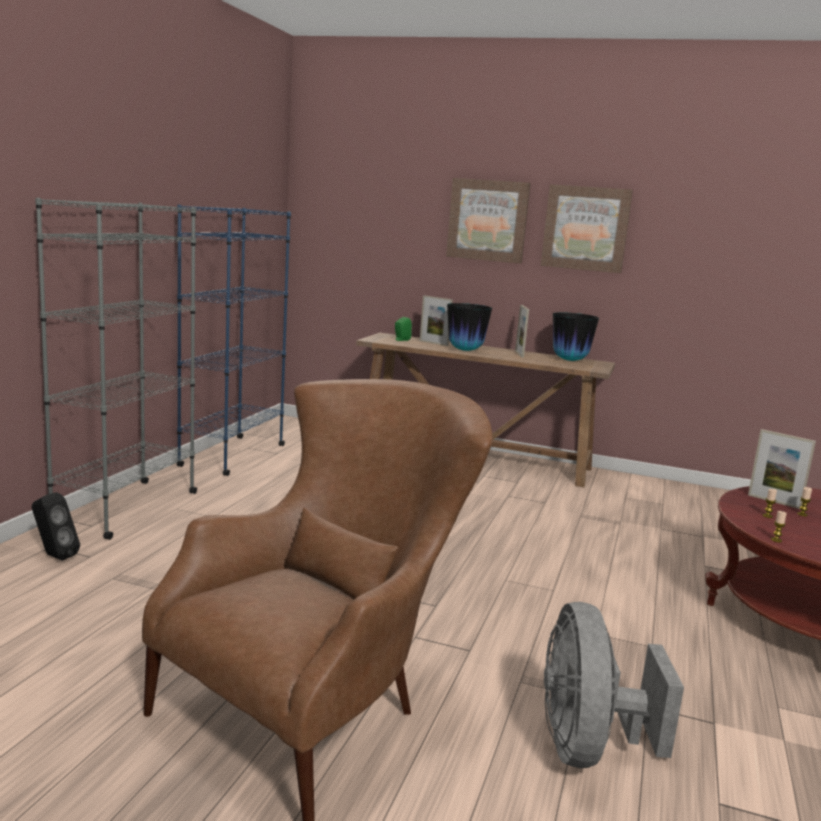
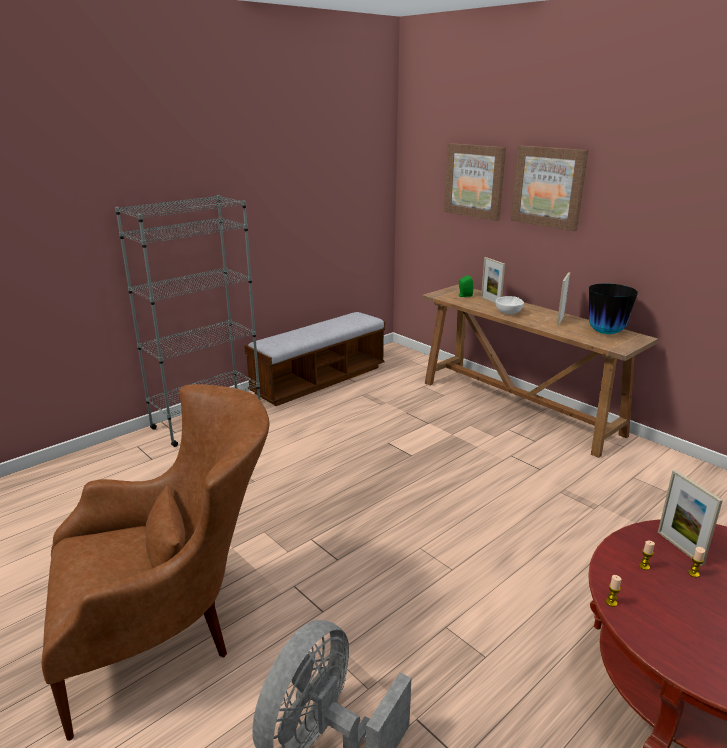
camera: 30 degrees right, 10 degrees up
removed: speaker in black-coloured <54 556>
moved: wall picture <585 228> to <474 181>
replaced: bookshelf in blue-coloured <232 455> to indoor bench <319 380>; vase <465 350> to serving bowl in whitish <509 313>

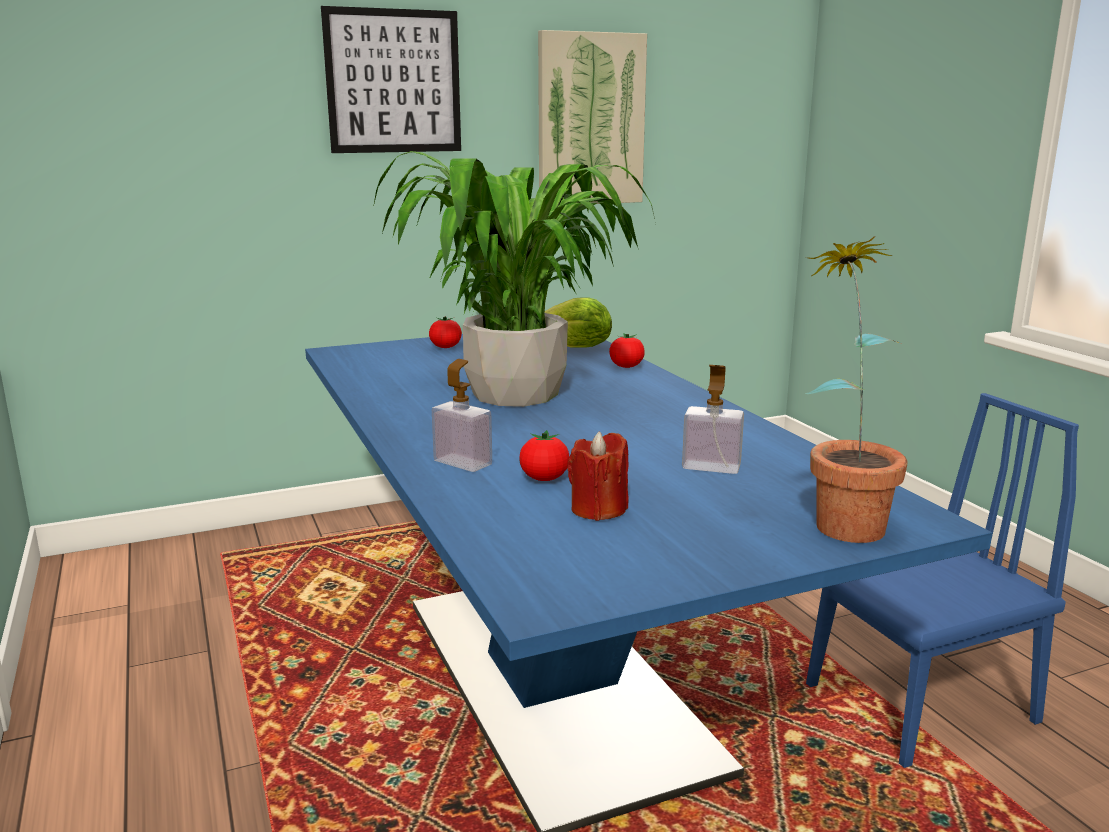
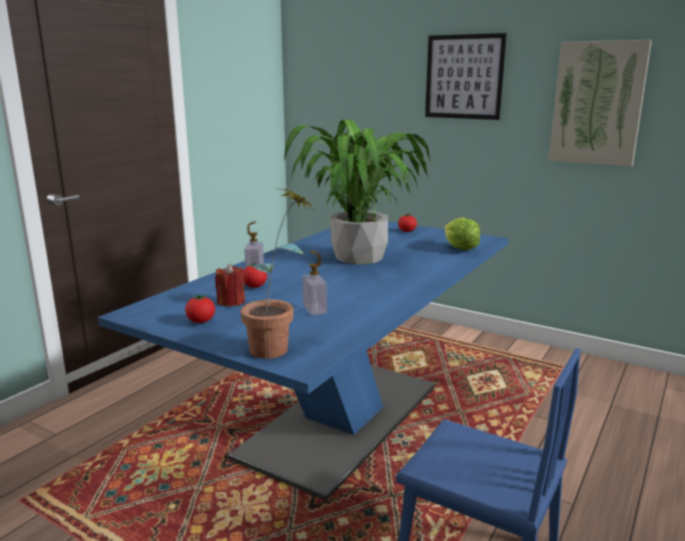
camera: 55 degrees right, 0 degrees up
moved: whole tomato <626 367> to <201 321>

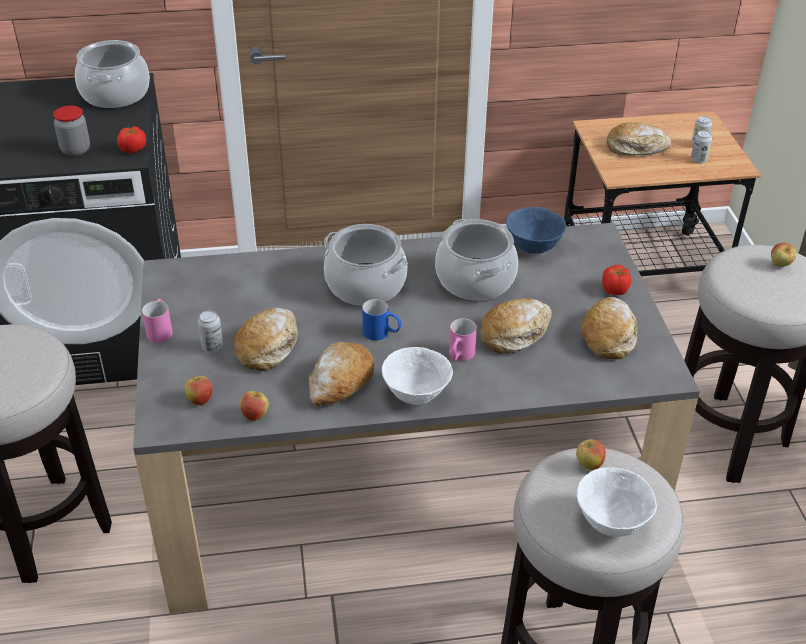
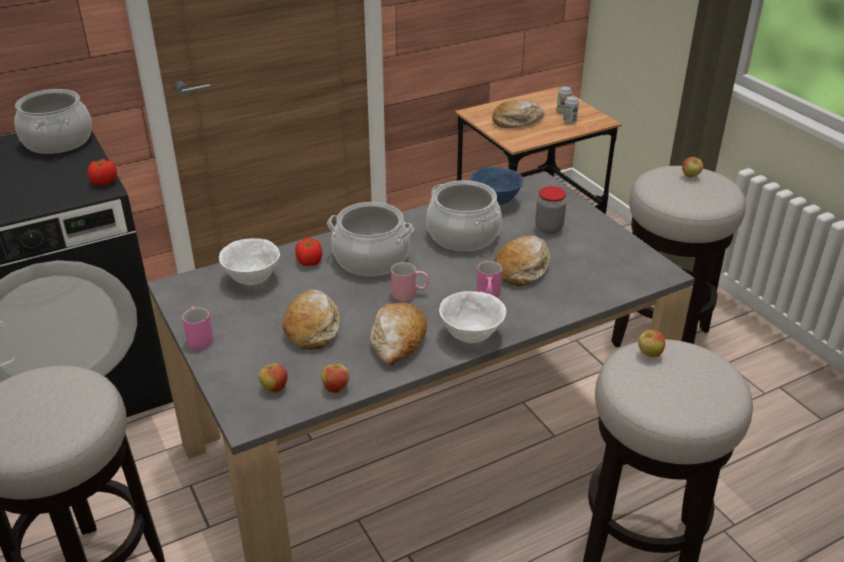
camera: 20 degrees left, 5 degrees down
removed: sealed can <212 346>; bread <608 335>
moved: serving bowl in whitish <611 522> to <252 279>; whole tomato <614 290> to <309 262>; preserve jar <75 150> to <549 228>
recoloured: mug in blue-coloured <382 334> to mug in pink <410 294>

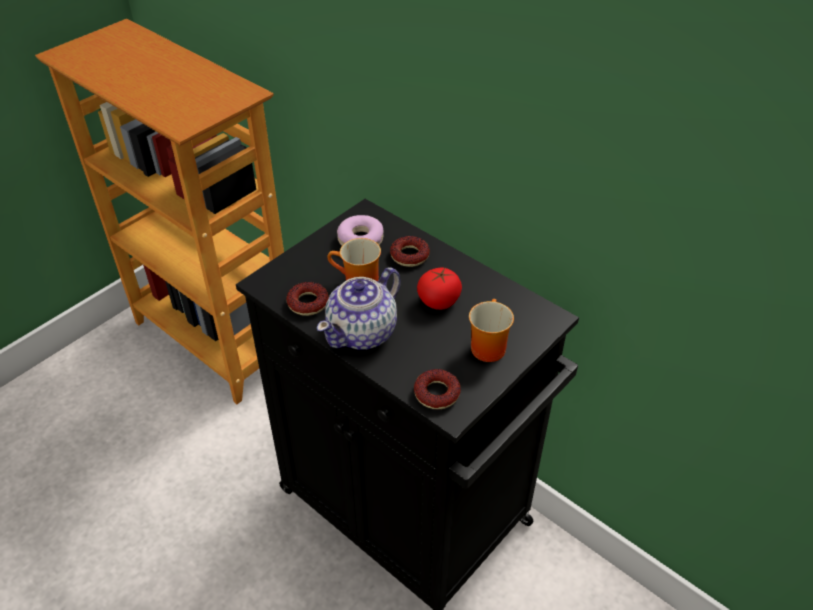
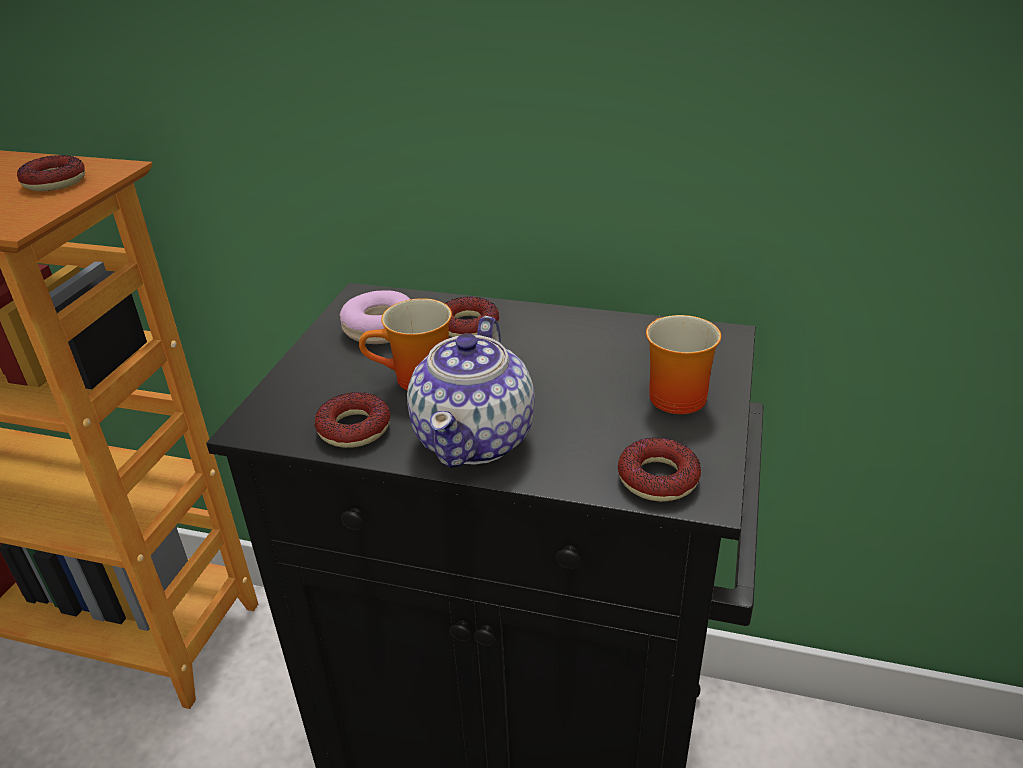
camera: 25 degrees left, 10 degrees down
removed: whole tomato <439 301>
added: donut <55 182>

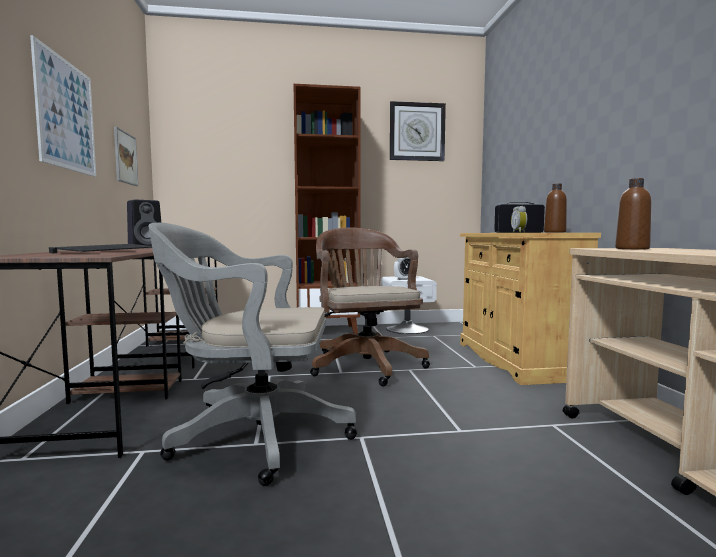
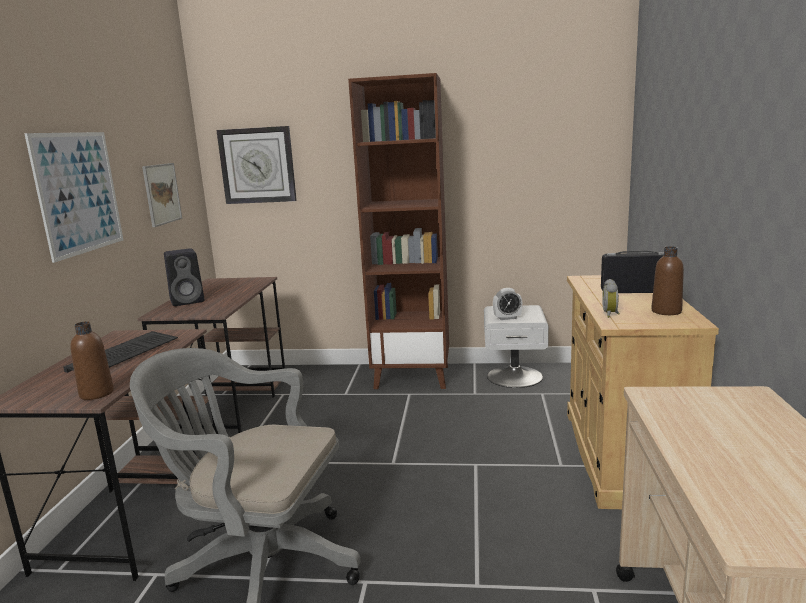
camera: 15 degrees right, 10 degrees up
removed: computer chair in brownish <365 364>
moved: bottle in brownish <632 249> to <96 393>; hanging clock <417 132> to <257 165>

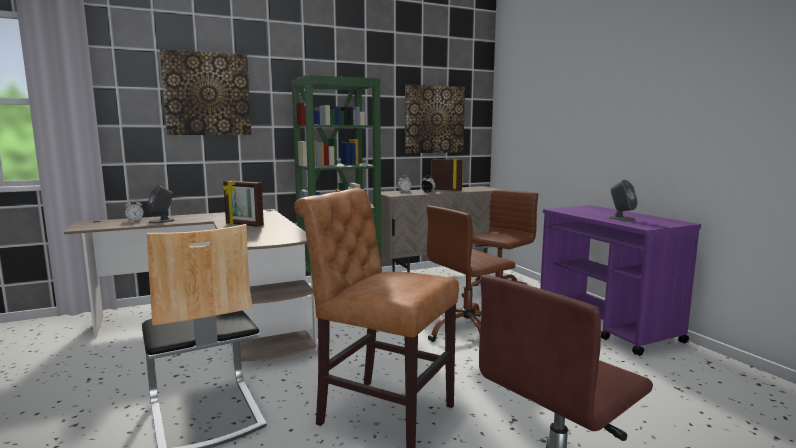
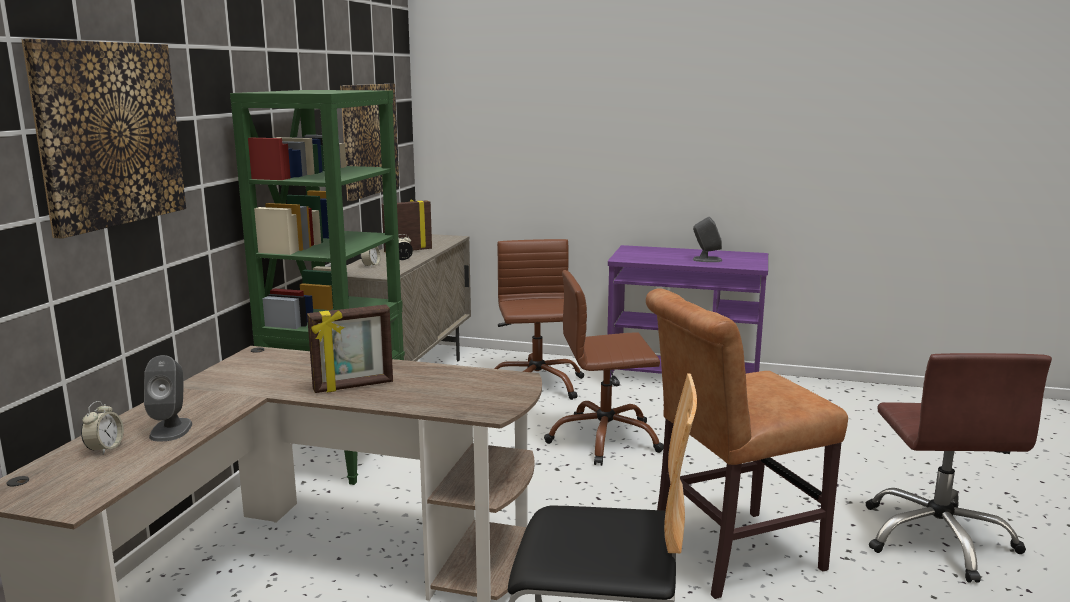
camera: 50 degrees left, 5 degrees up
turned: computer chair in brownish <467 331> = <604 439> 75 degrees clockwise

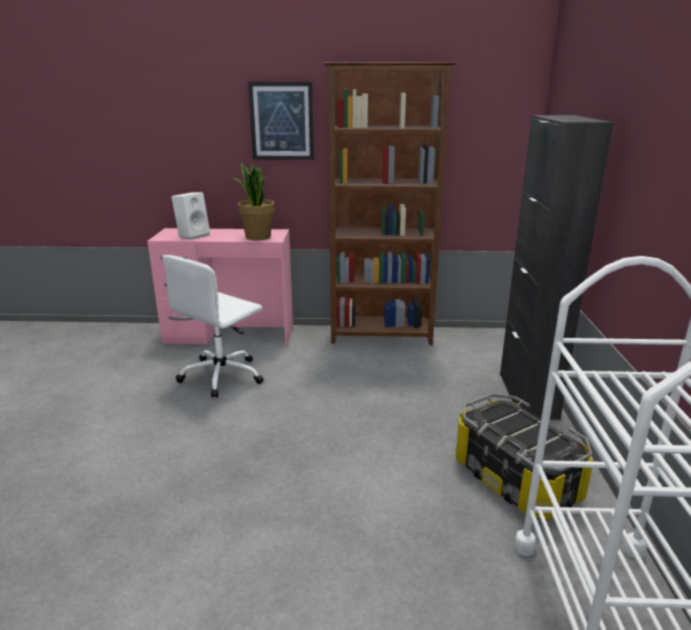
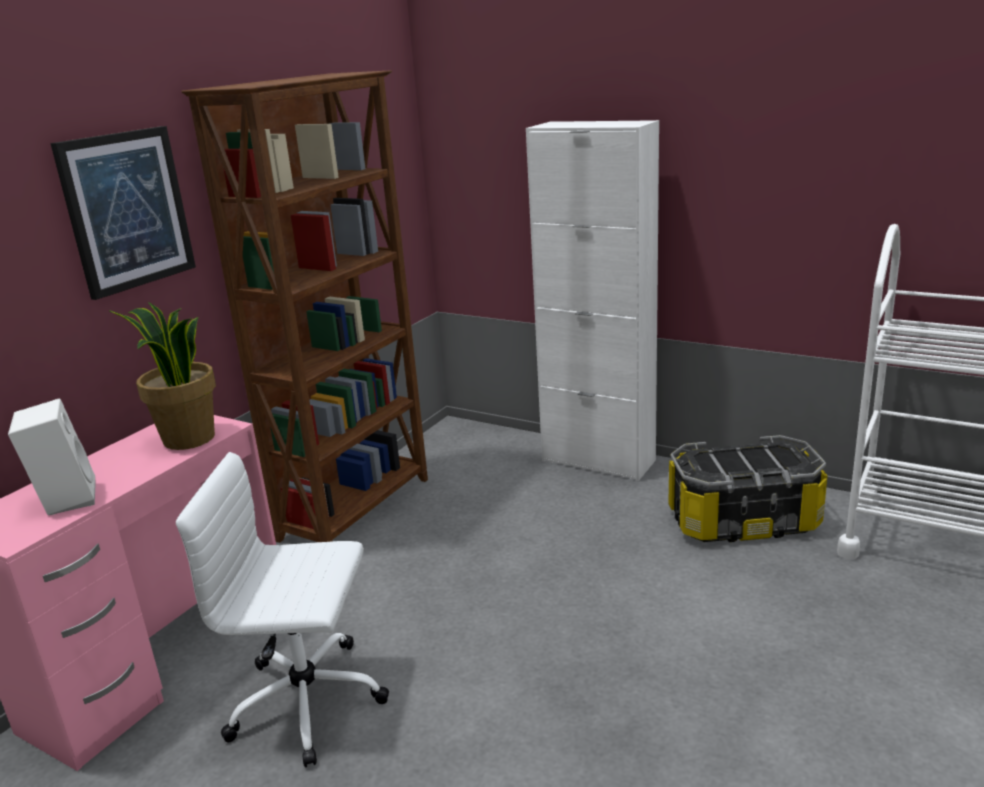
camera: 60 degrees left, 0 degrees up
recoloured: storage cabinet in black-coloured <527 395> to storage cabinet in whitish <598 460>
turned: computer chair in whitish <223 375> = <310 701> 120 degrees clockwise

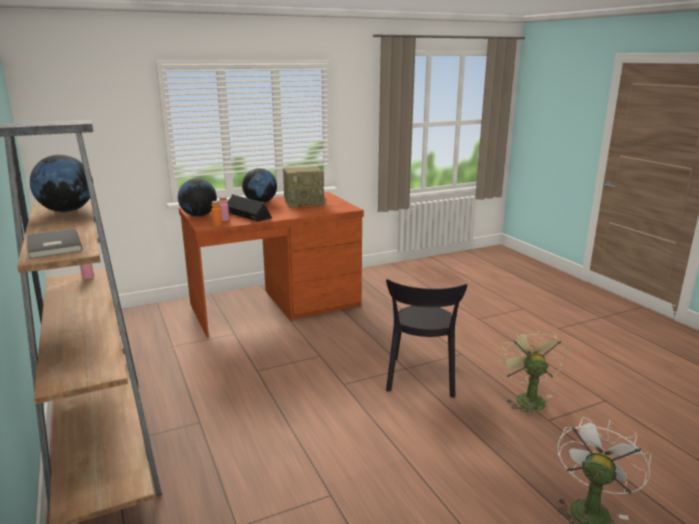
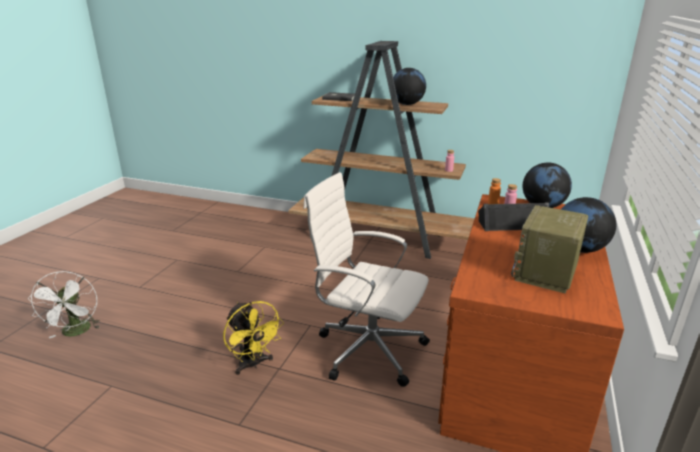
camera: 135 degrees right, 5 degrees up
removed: electric fan in green <527 398>
added: computer chair in whitish <367 348>
replaced: chair in black-coloured <421 379> to electric fan in yellow-coloured <253 364>

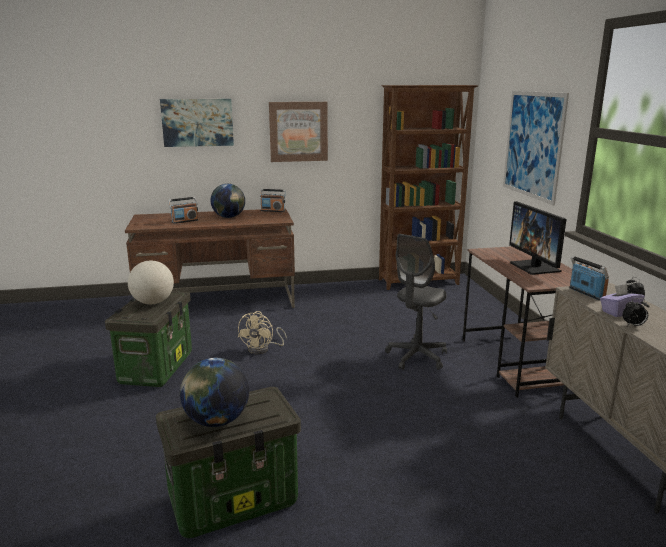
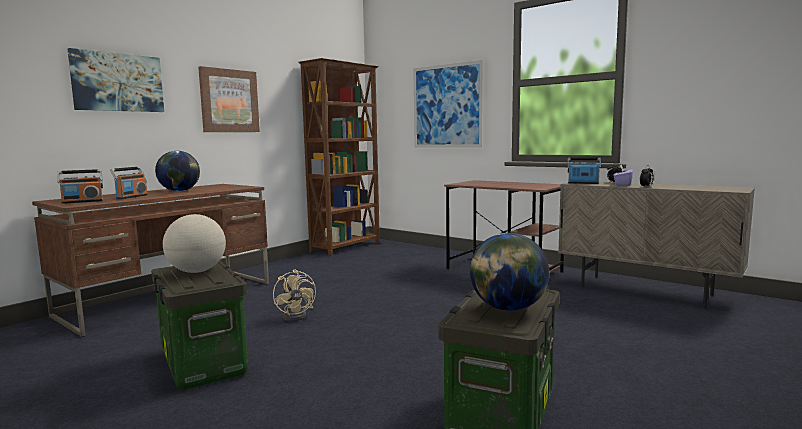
camera: 40 degrees left, 10 degrees down
removed: computer chair in greyish <417 357>; computer screen <535 267>
moved: radio set <273 211> to <82 201>

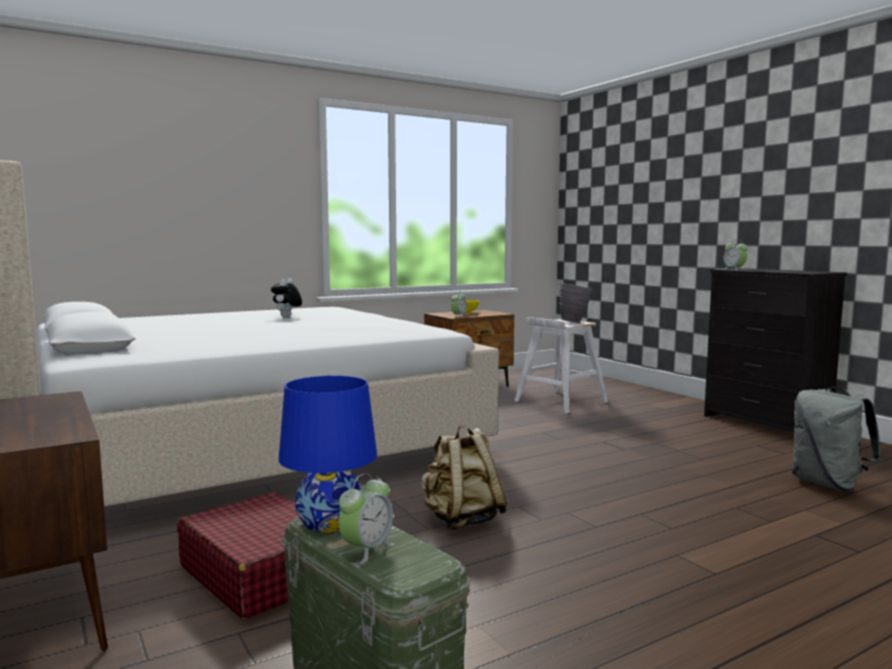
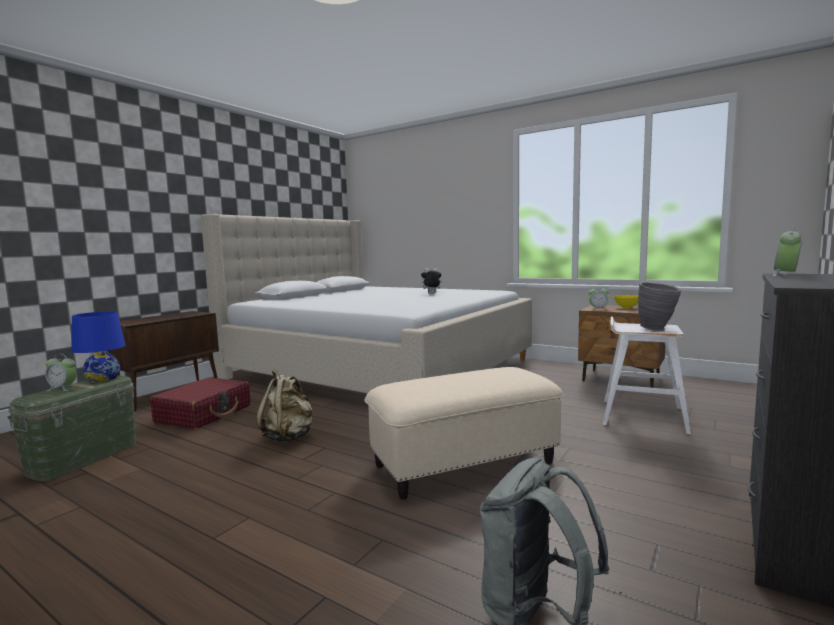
camera: 65 degrees right, 0 degrees up
added: pouffe in beige <464 465>

